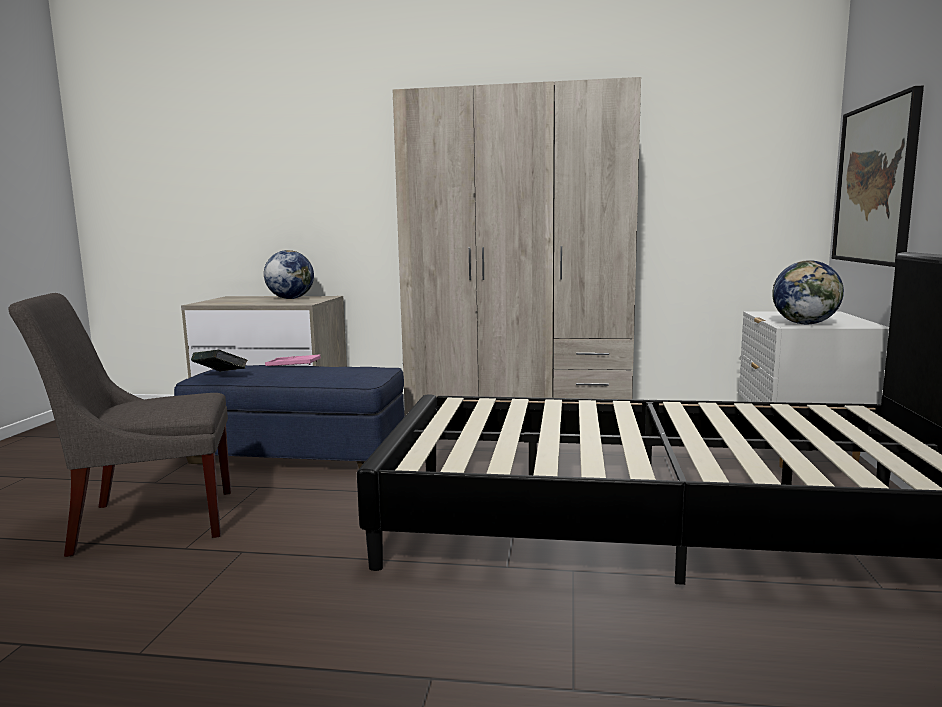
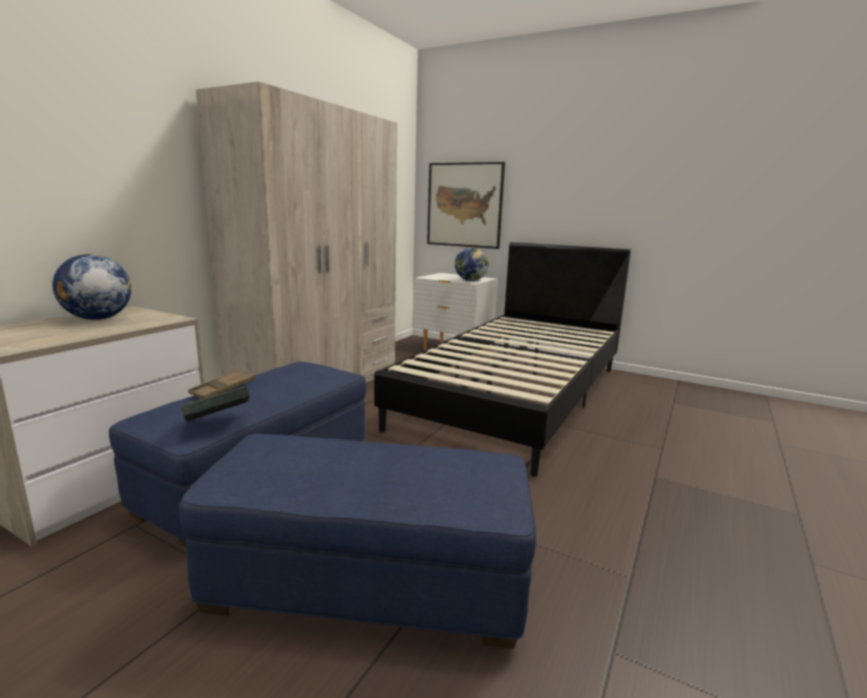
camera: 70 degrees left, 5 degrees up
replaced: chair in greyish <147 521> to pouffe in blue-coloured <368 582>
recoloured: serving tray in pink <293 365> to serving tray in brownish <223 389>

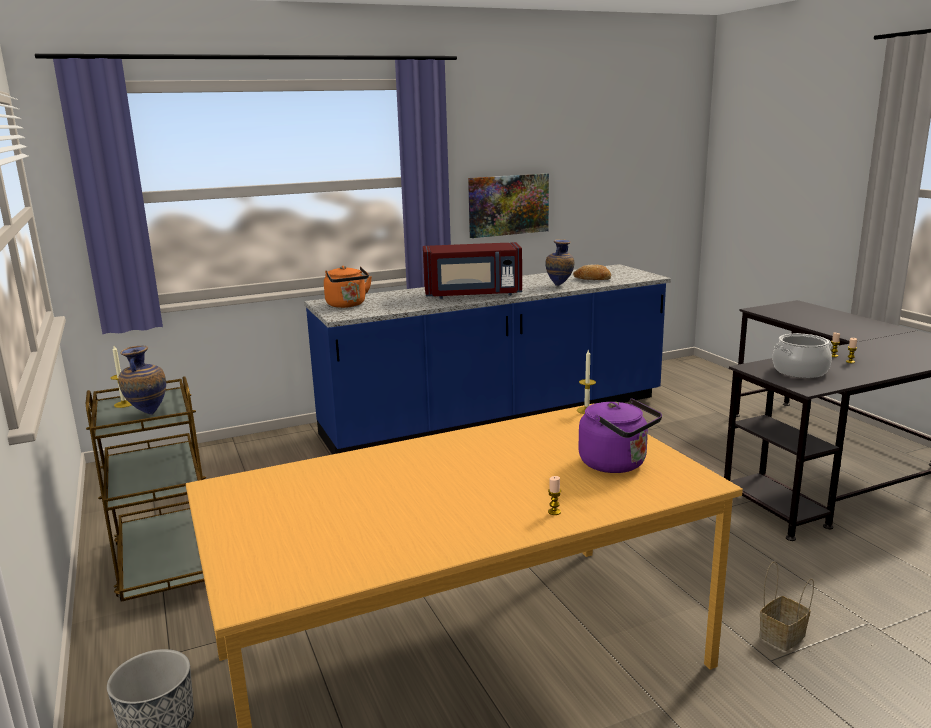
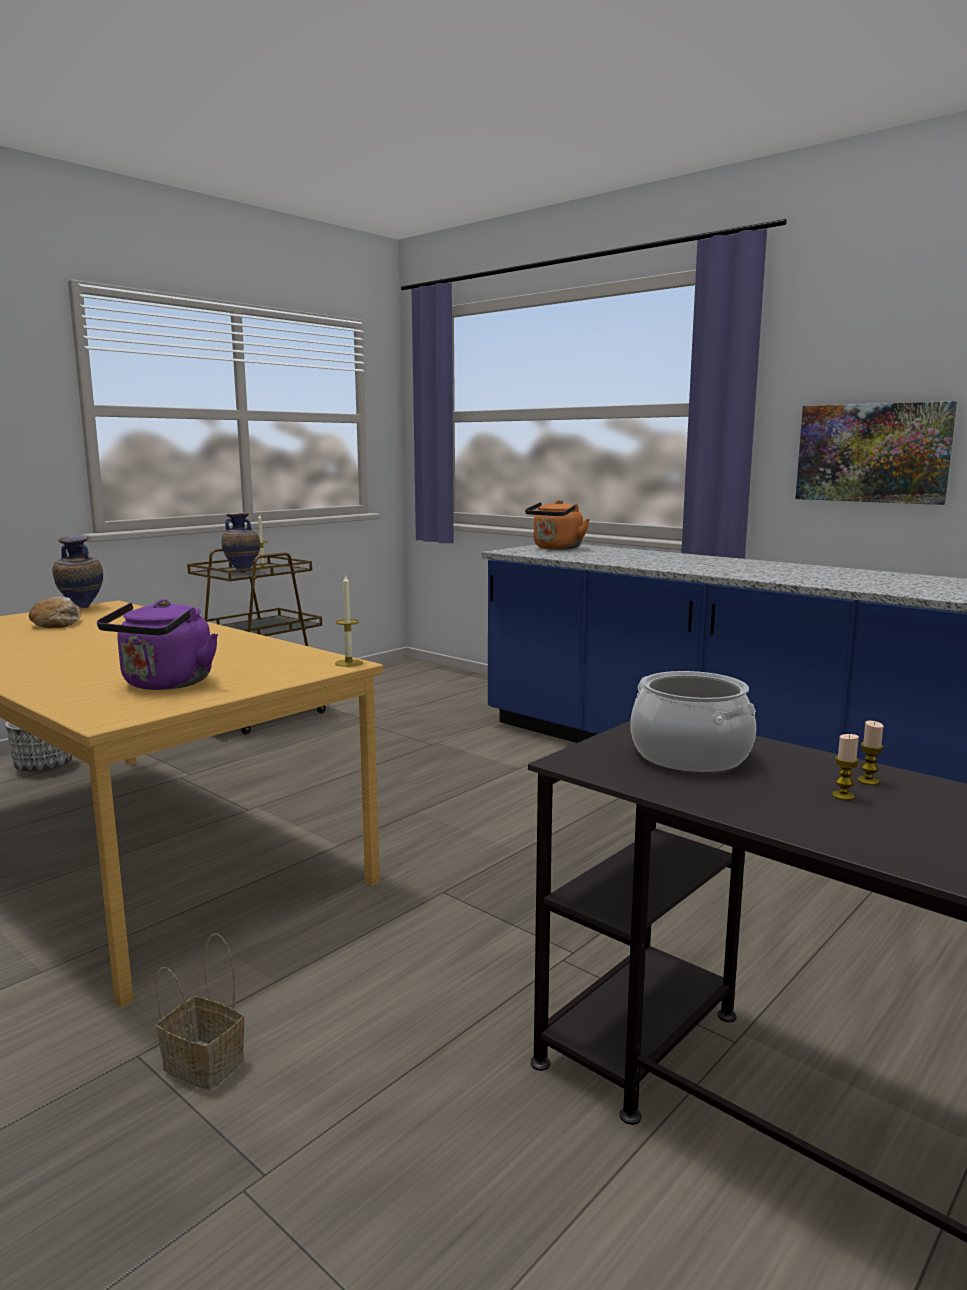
camera: 65 degrees right, 5 degrees down
removed: microwave oven in red <473 295>; wax light <554 512>
moved: bread <592 279> to <57 623>; vase <559 286> to <81 608>

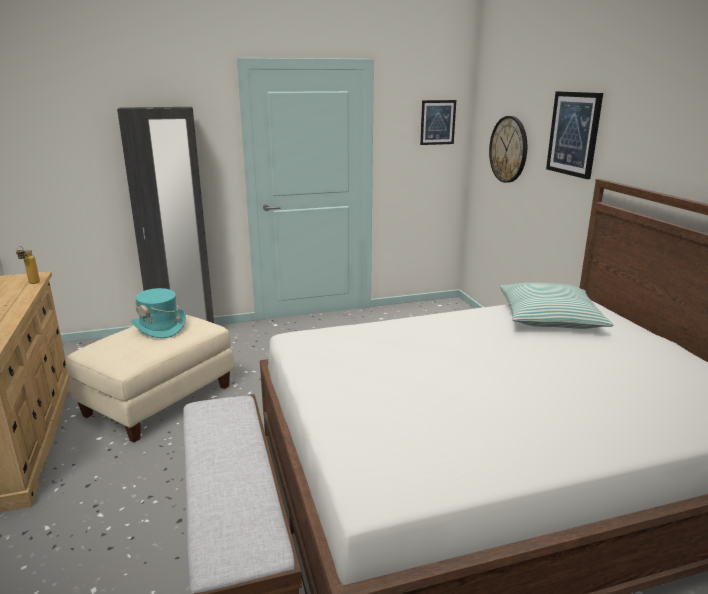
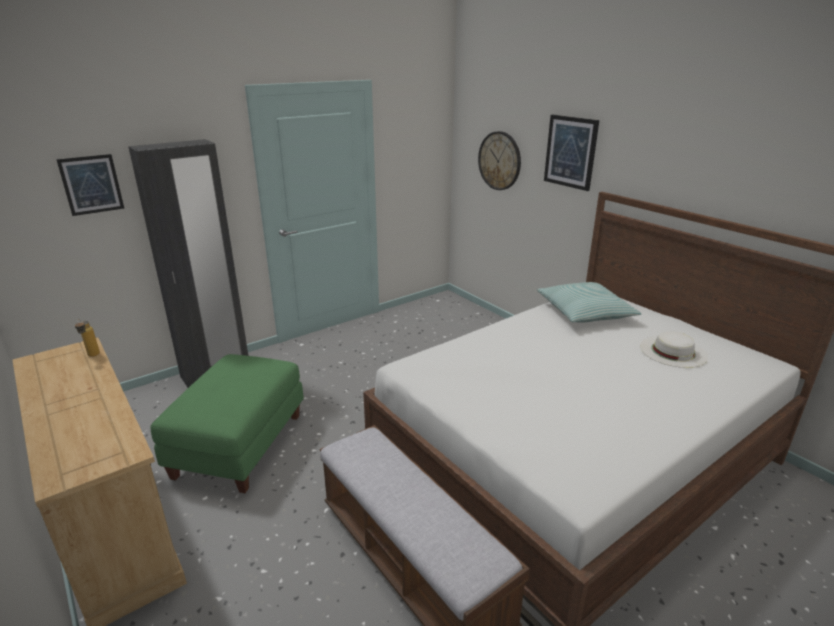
camera: 20 degrees left, 5 degrees up
removed: clothing hat in turquoise-coloured <160 327>
added: clothing hat in whitish <673 351>
moved: wall picture <437 122> to <91 184>
recoloured: pouffe in beige <159 400> to pouffe in green <239 444>

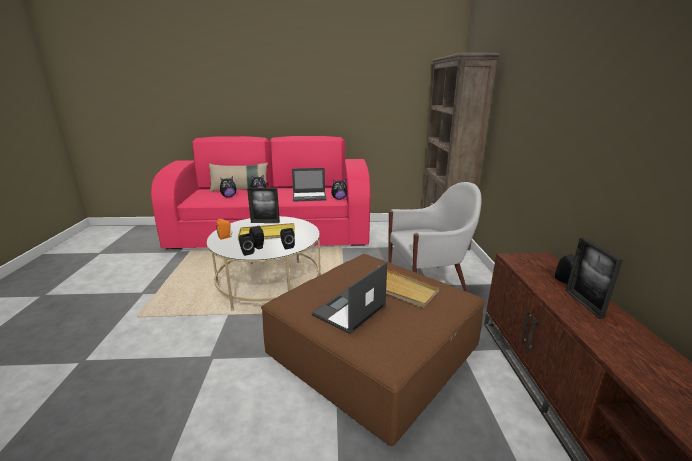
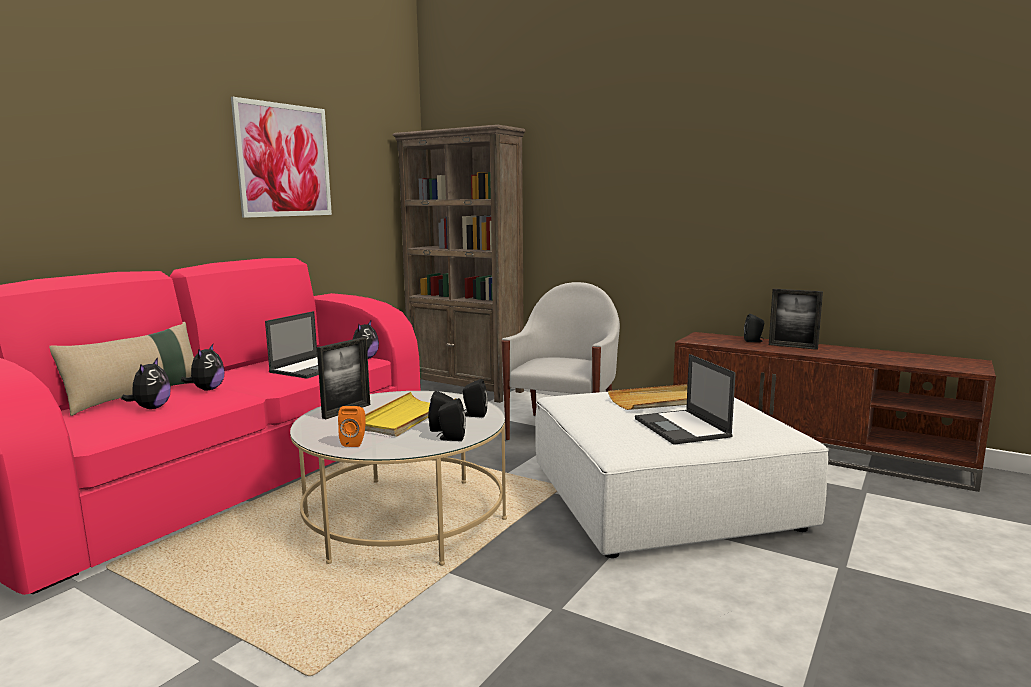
camera: 55 degrees left, 10 degrees down
added: wall picture <284 160>
recoloured: pouffe in brownish <373 353> to pouffe in whitish <663 497>

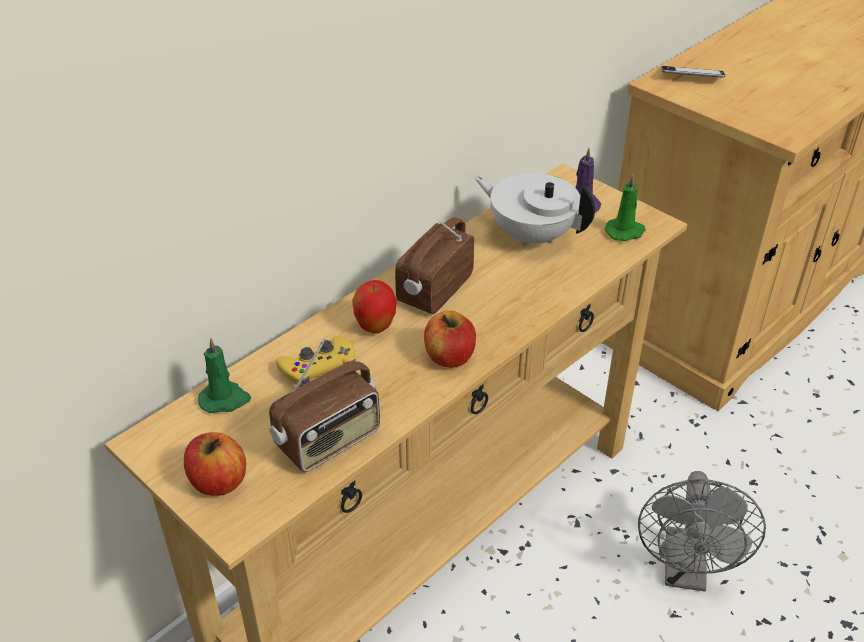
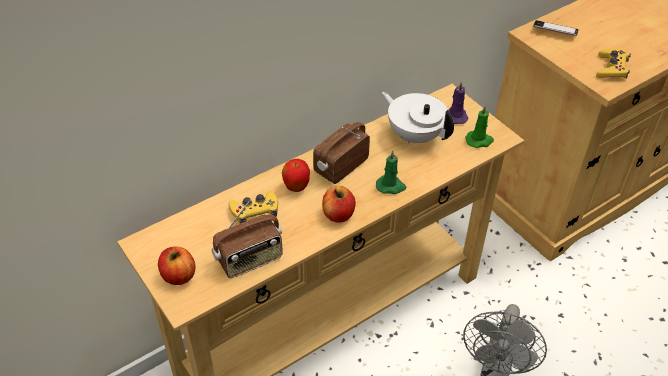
camera: 10 degrees right, 5 degrees up
added: joypad in yellow-coloured <612 68>
moved: wax light in green <225 399> to <391 186>

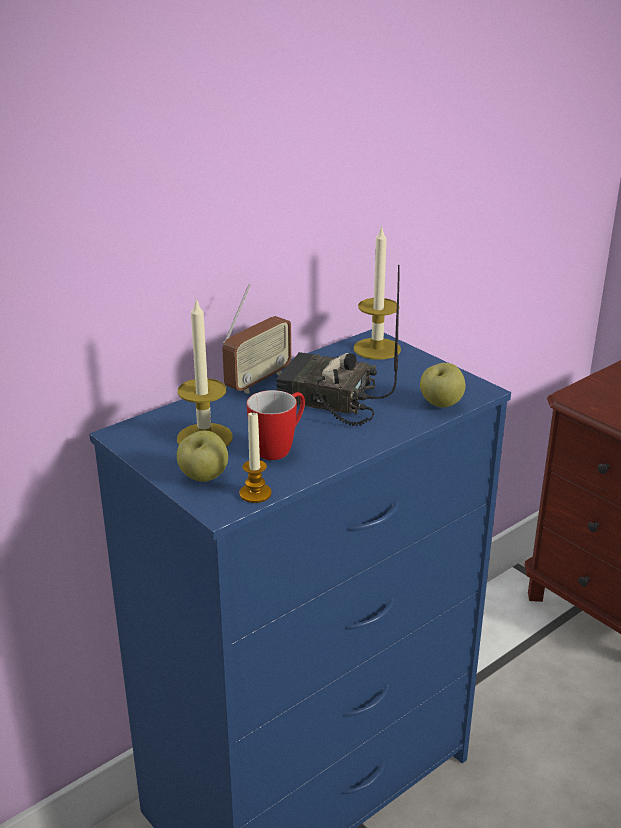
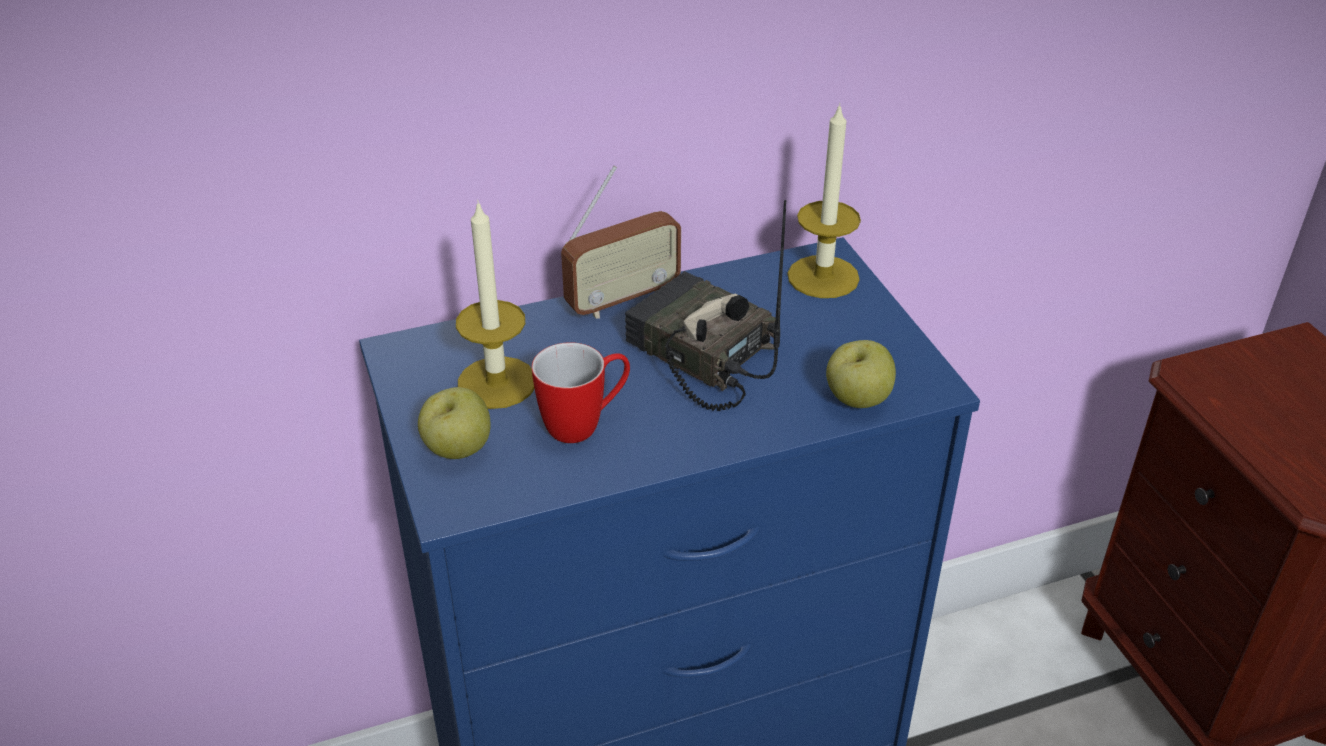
camera: 20 degrees right, 10 degrees up
removed: wax light <255 494>

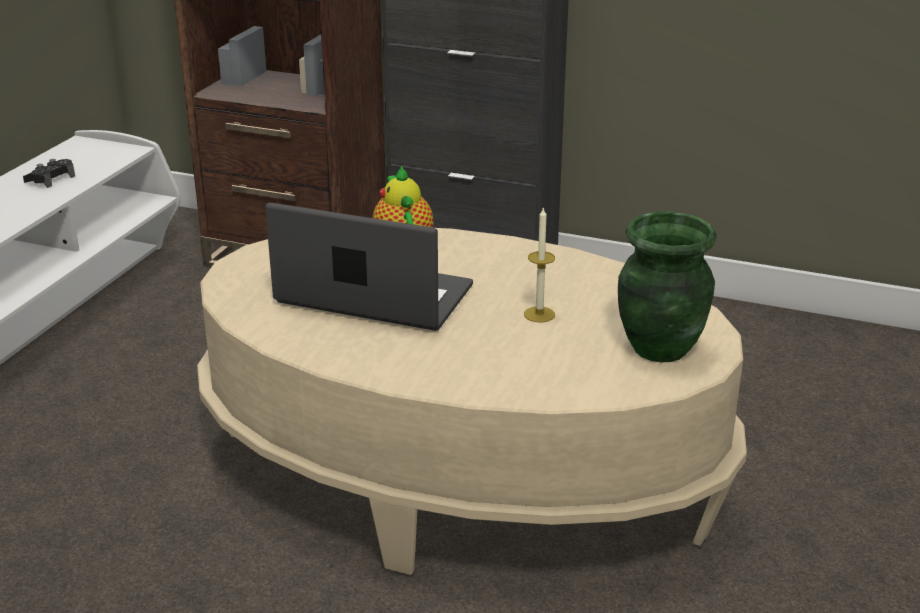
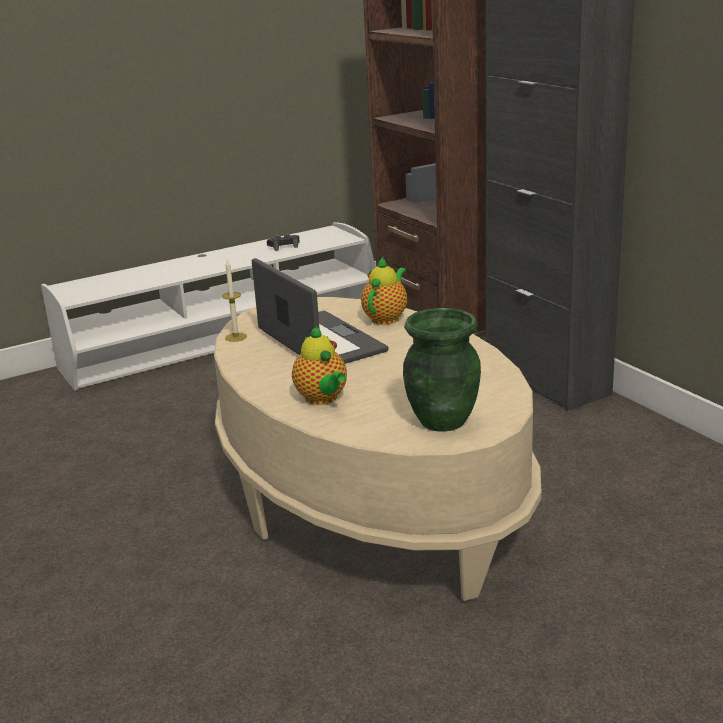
camera: 40 degrees right, 5 degrees down
added: tea pot <322 399>
moved: wax light <539 314> to <236 337>

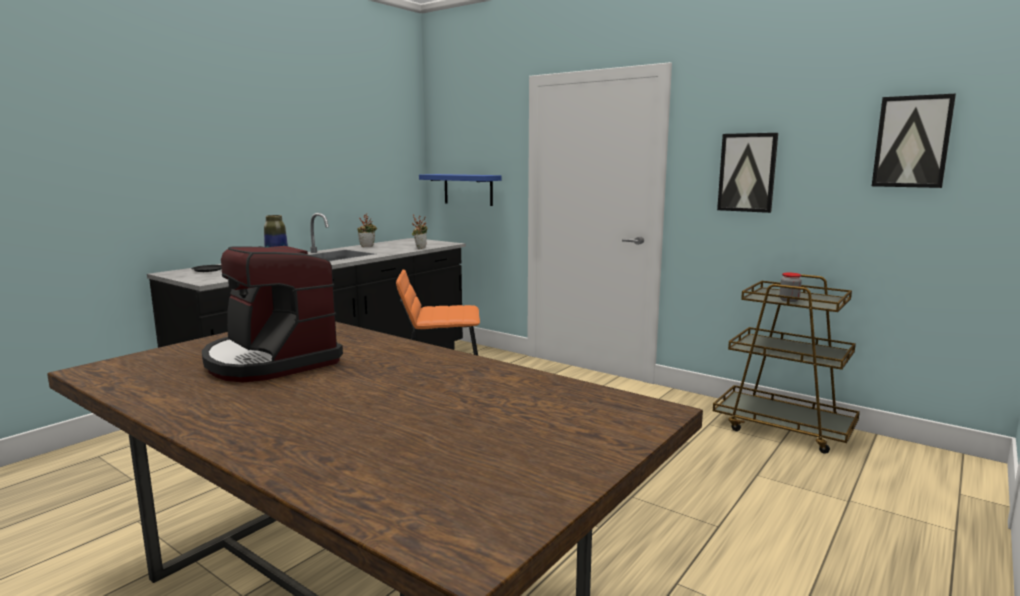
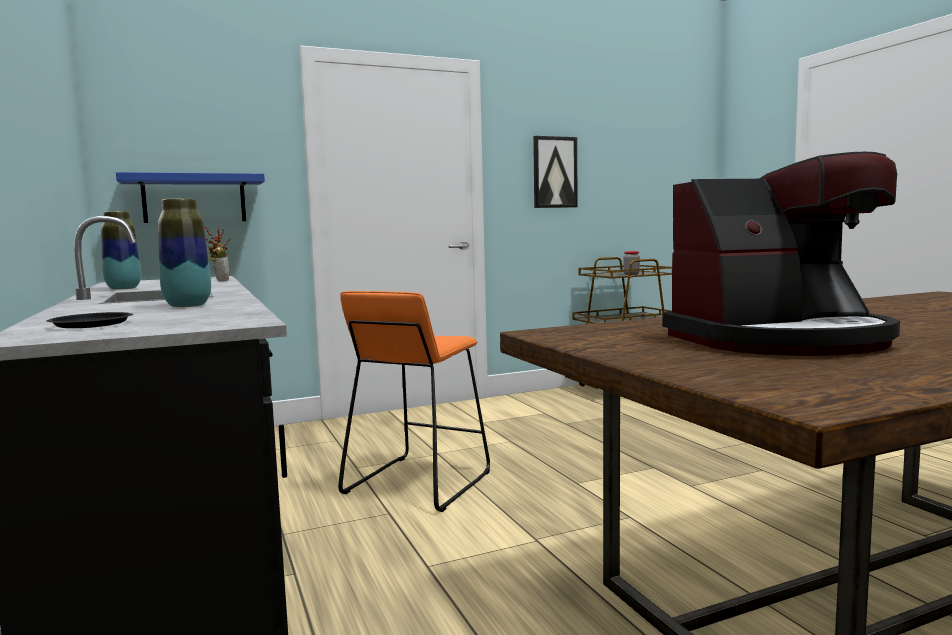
camera: 60 degrees left, 5 degrees down
removed: wall picture <912 142>
replaced: houseplant <368 246> to vase <123 288>

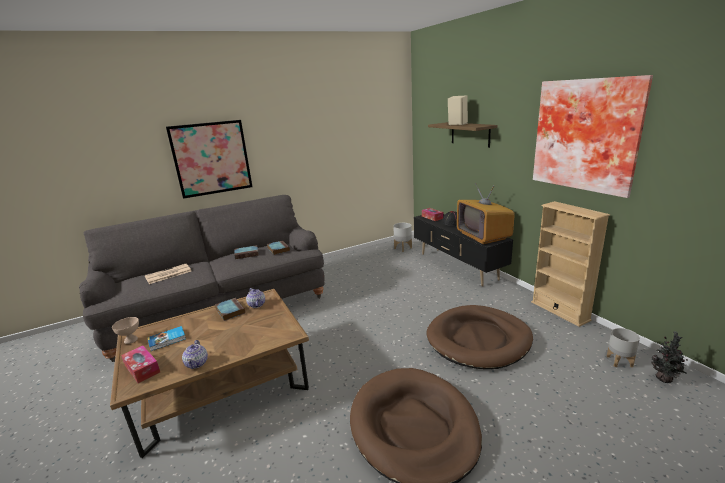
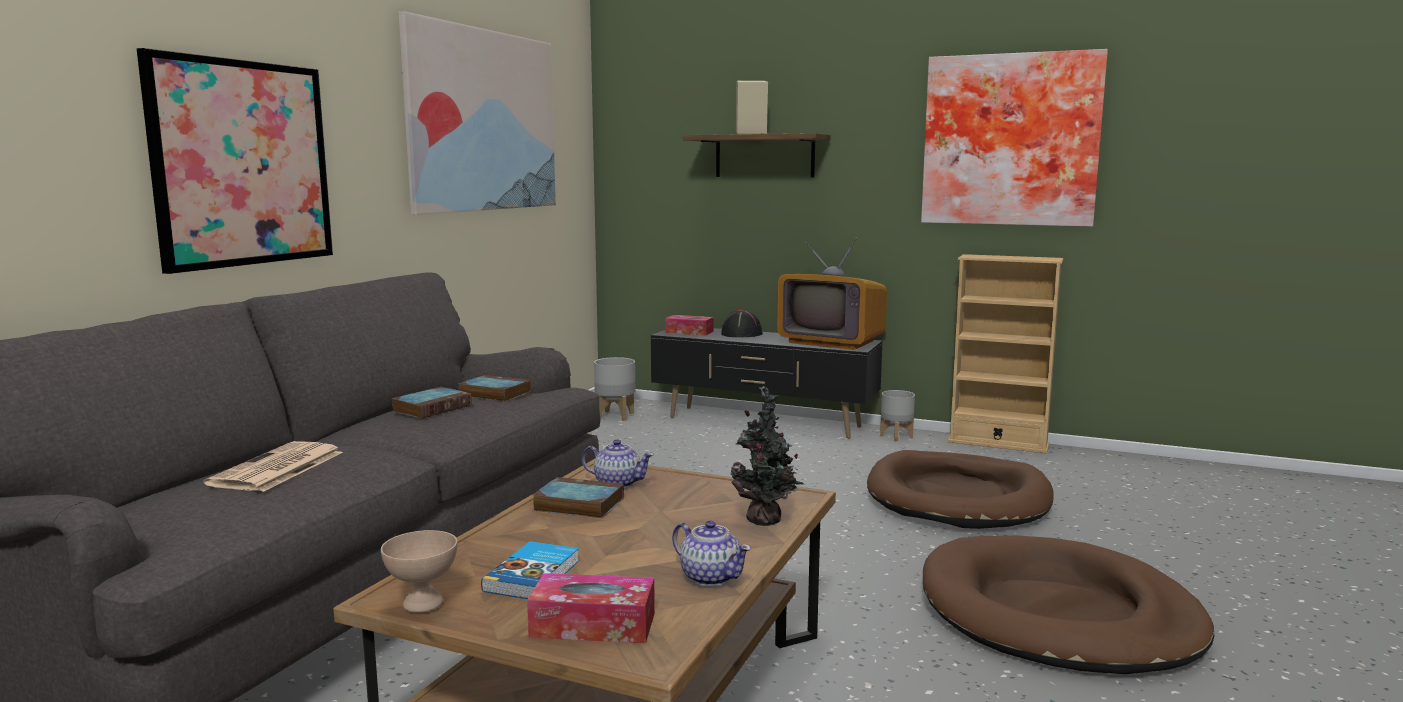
camera: 40 degrees left, 10 degrees down
added: wall picture <483 121>
moved: houseplant <665 380> to <766 521>; planter in greyish <620 361> to <896 436>

